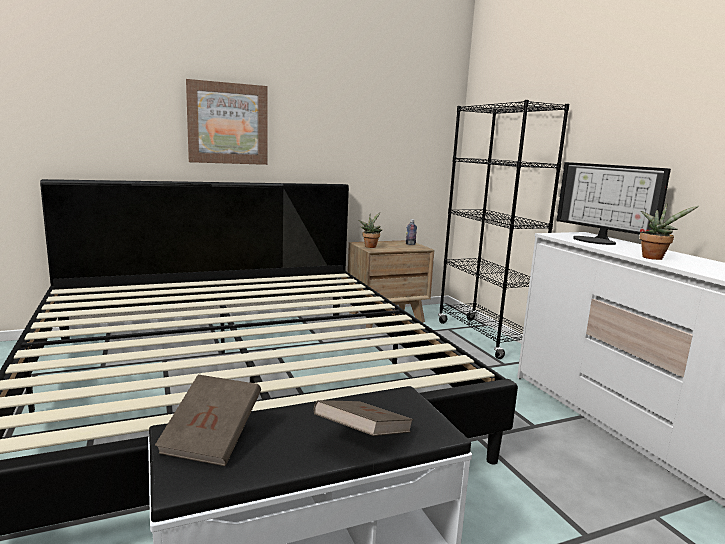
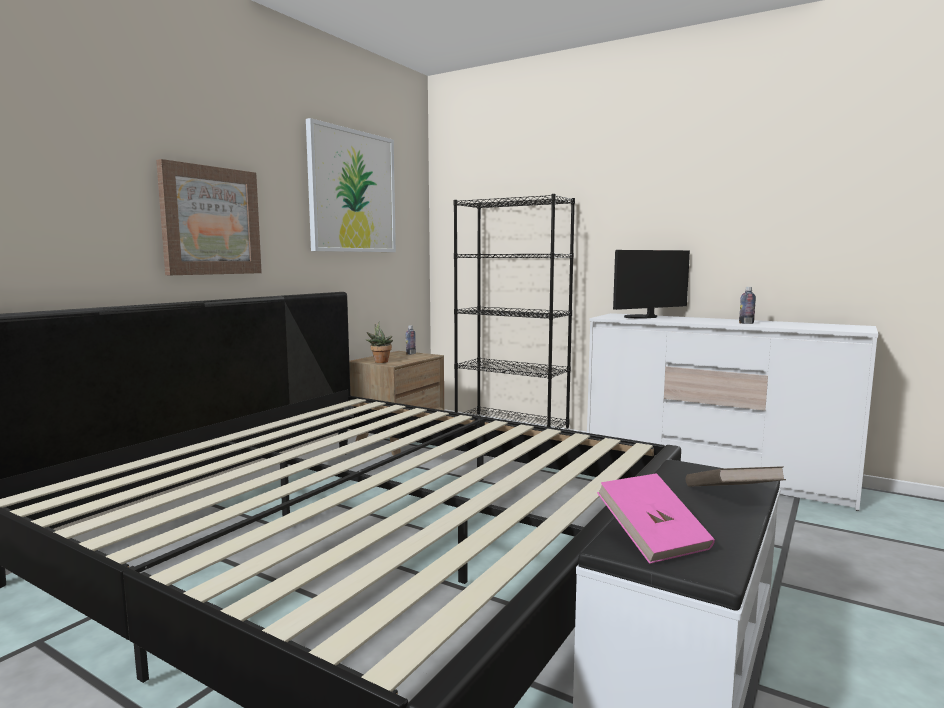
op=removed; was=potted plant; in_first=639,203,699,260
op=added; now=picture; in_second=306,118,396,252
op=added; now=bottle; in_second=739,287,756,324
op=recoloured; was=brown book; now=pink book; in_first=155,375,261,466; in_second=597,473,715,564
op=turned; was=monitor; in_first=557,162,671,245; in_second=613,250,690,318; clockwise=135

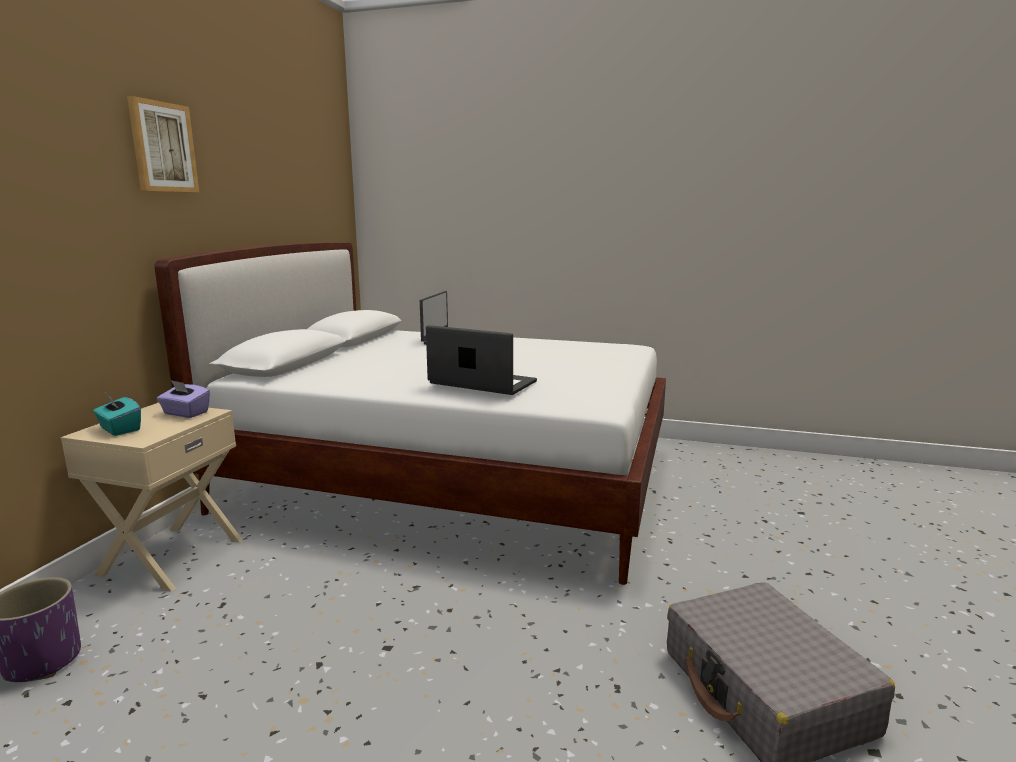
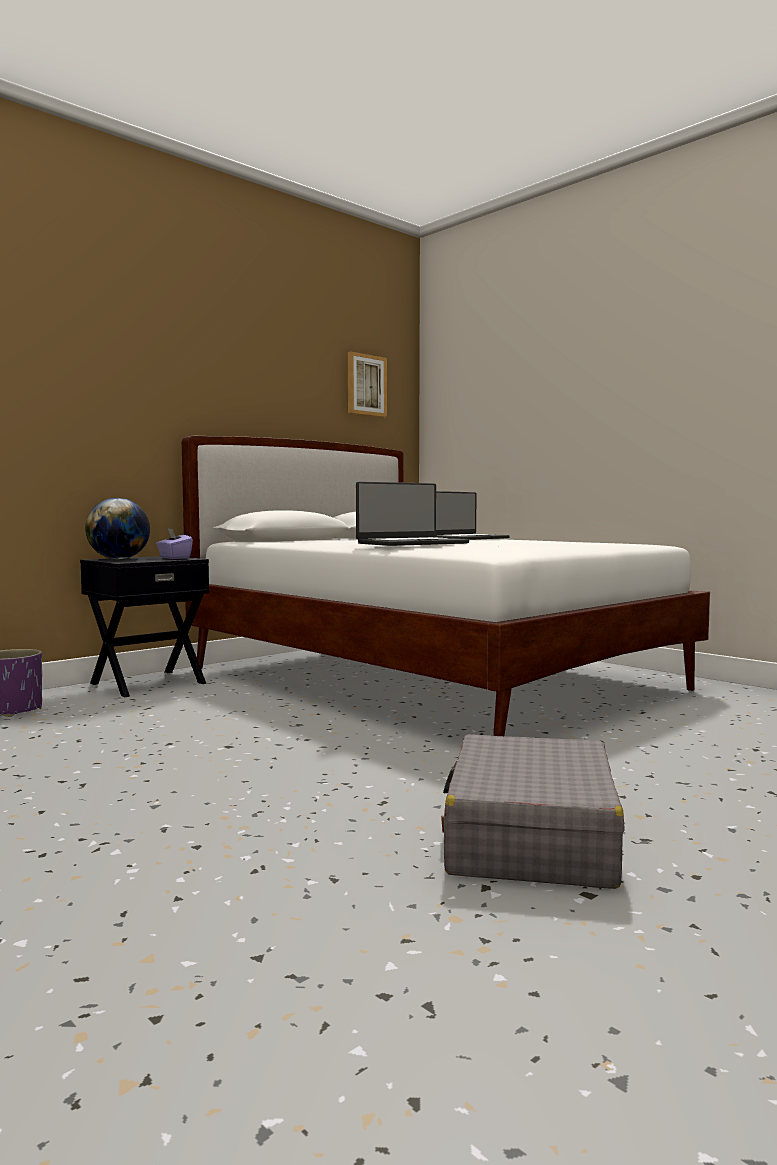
op=moved; was=picture; in_first=127,96,199,192; in_second=348,352,387,417
op=replaced; was=turquoise tissue box; now=globe; in_first=93,395,141,436; in_second=85,498,150,559
op=recoloured; was=beige nightstand; now=black nightstand; in_first=61,402,243,592; in_second=80,556,209,697
op=turned; was=laptop; in_first=426,325,537,395; in_second=356,482,469,546; clockwise=90

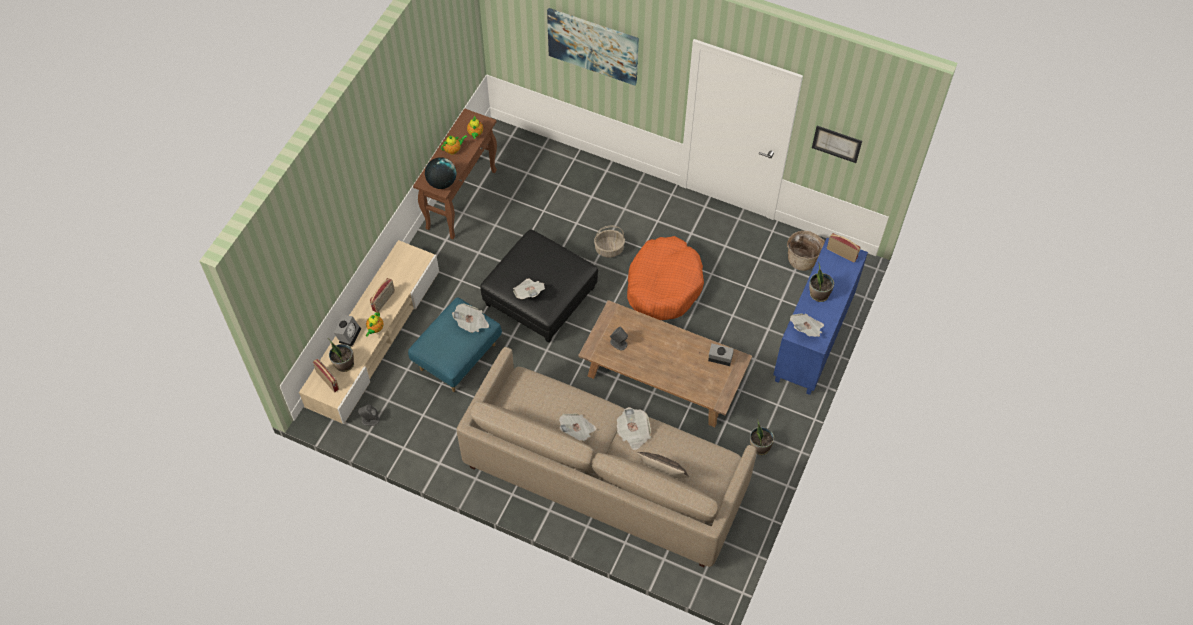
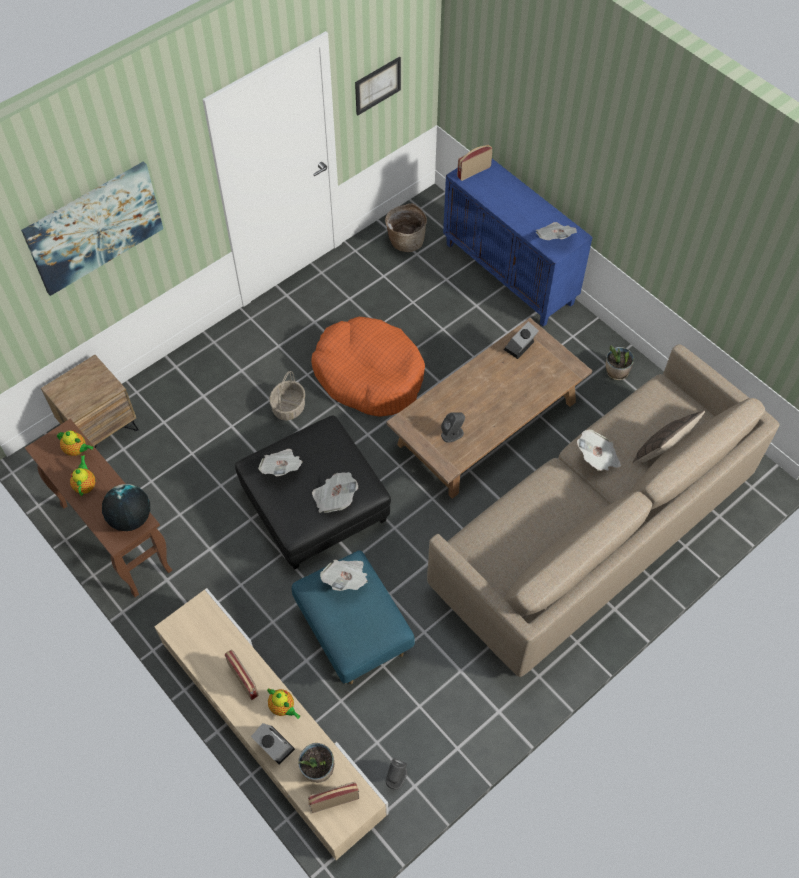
op=removed; was=potted plant; in_first=809,262,834,302
op=added; now=brown nightstand; in_second=41,355,139,448
op=moved; was=newspaper; in_first=559,414,596,441; in_second=258,449,303,476

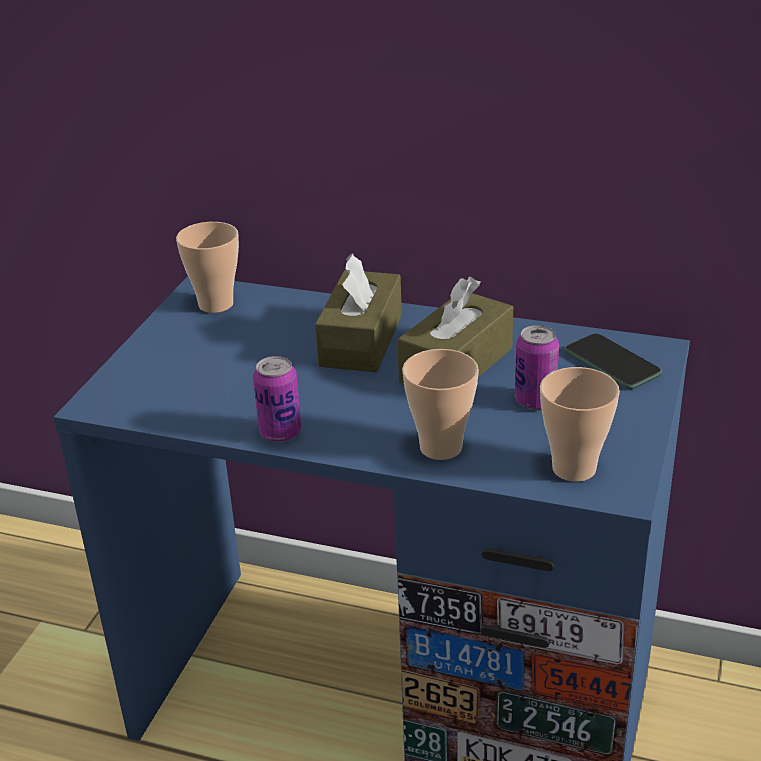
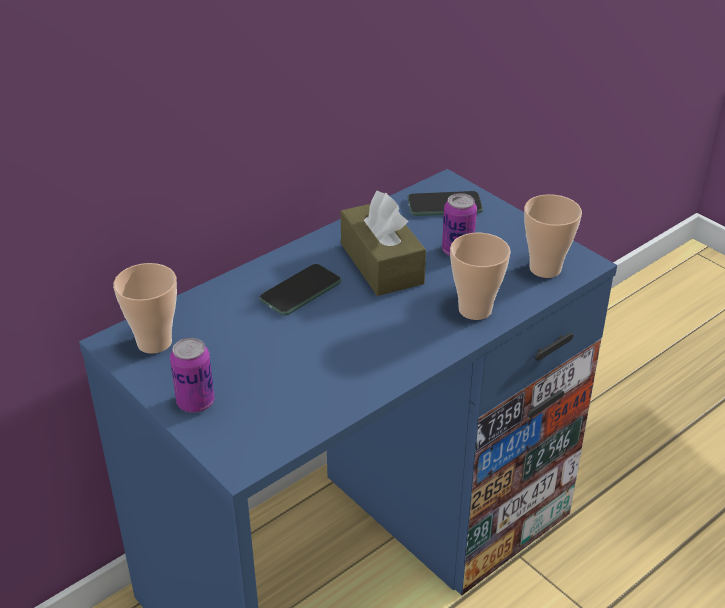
op=moved; was=can; in_first=253,356,301,442; in_second=170,338,215,413
op=replaced; was=brown tissue box; now=phone; in_first=315,254,402,372; in_second=259,264,341,316

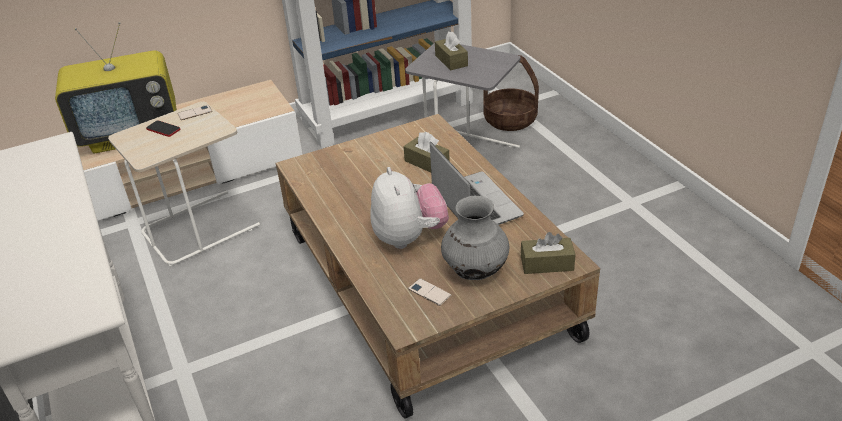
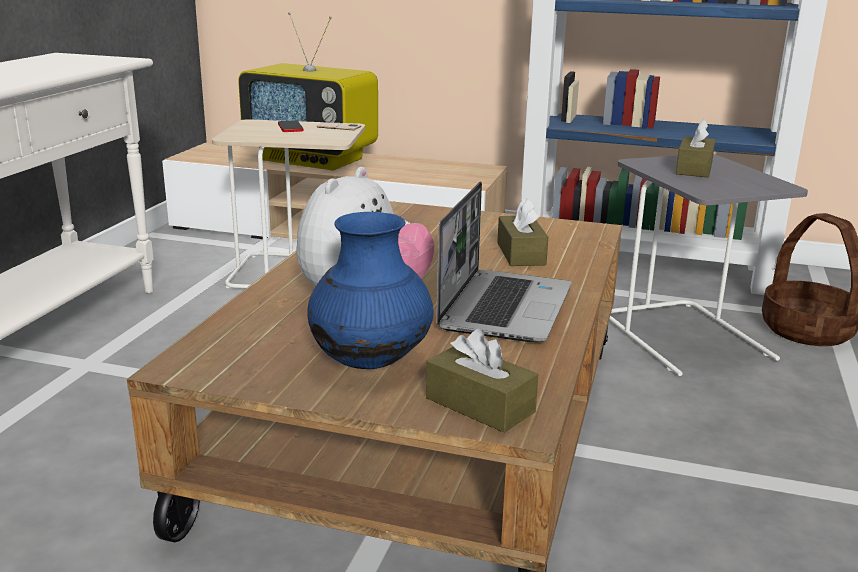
op=removed; was=phone; in_first=408,278,452,306
op=recoloured; was=grey vase; now=blue vase; in_first=441,196,509,280; in_second=307,212,434,369

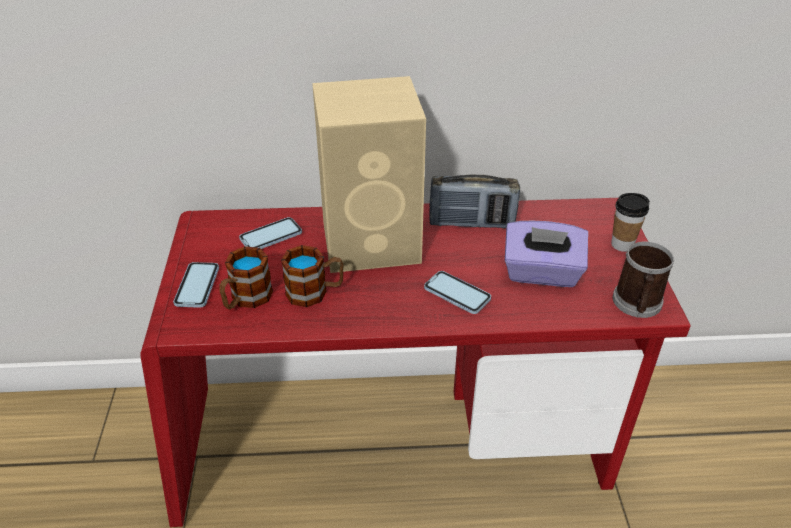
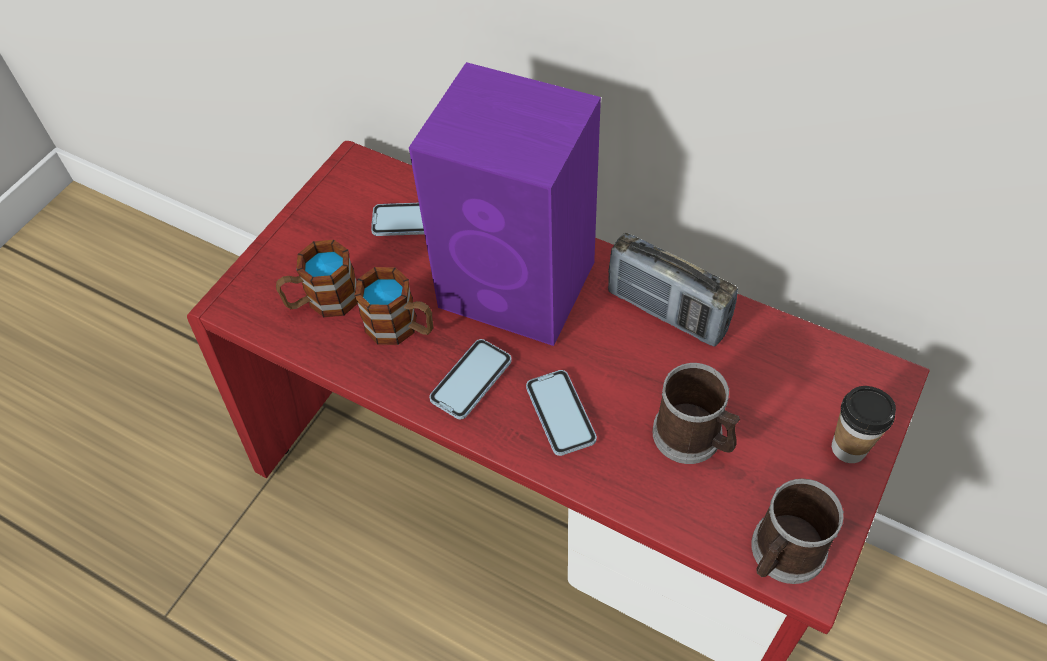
op=moved; was=phone; in_first=173,262,219,308; in_second=429,339,512,419
op=replaced; was=purple tissue box; now=mug; in_first=505,221,588,287; in_second=652,363,740,464
op=recoloured; was=beige speaker; now=purple speaker; in_first=312,76,426,273; in_second=409,62,601,346

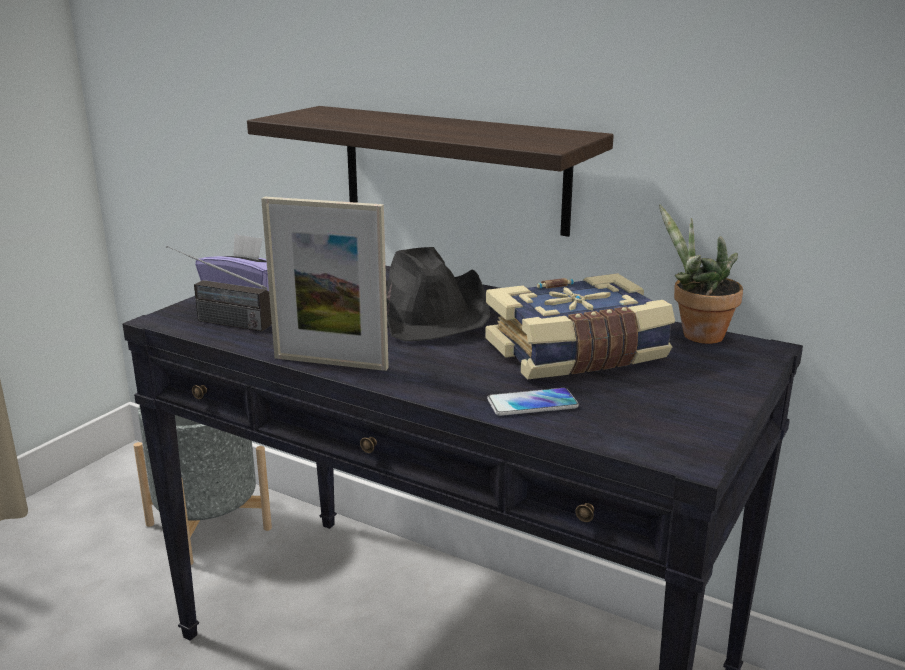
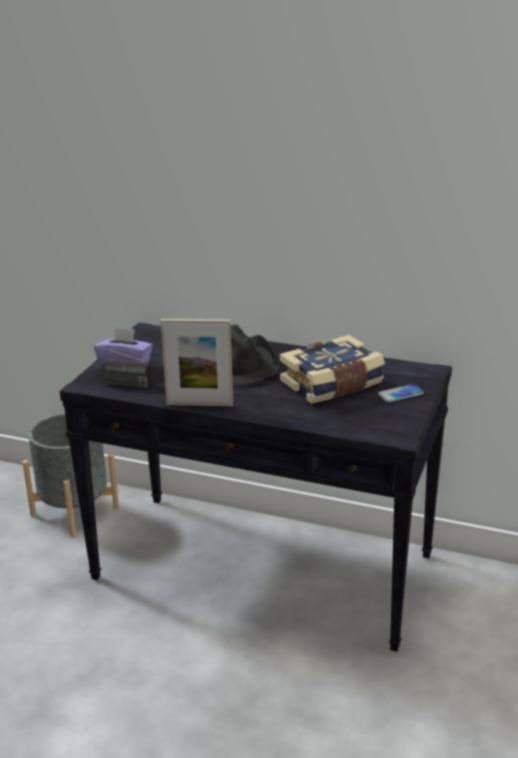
op=removed; was=shelf; in_first=247,106,614,237
op=removed; was=potted plant; in_first=659,204,743,344
op=moved; was=phone; in_first=487,388,579,416; in_second=378,384,424,402

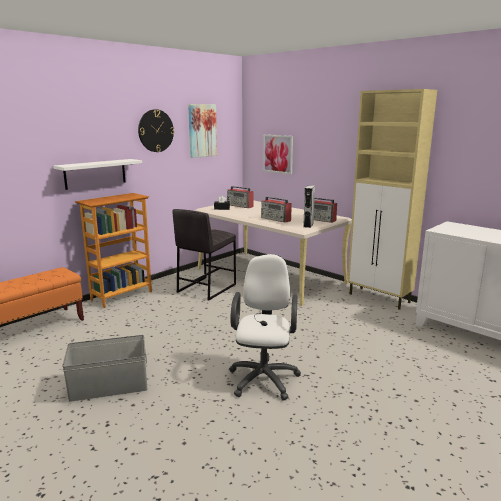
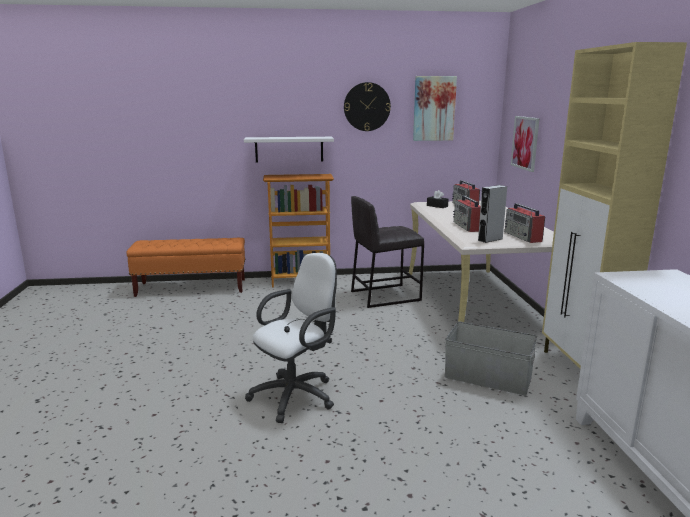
op=moved; was=grey storage box; in_first=62,335,147,402; in_second=445,321,537,396

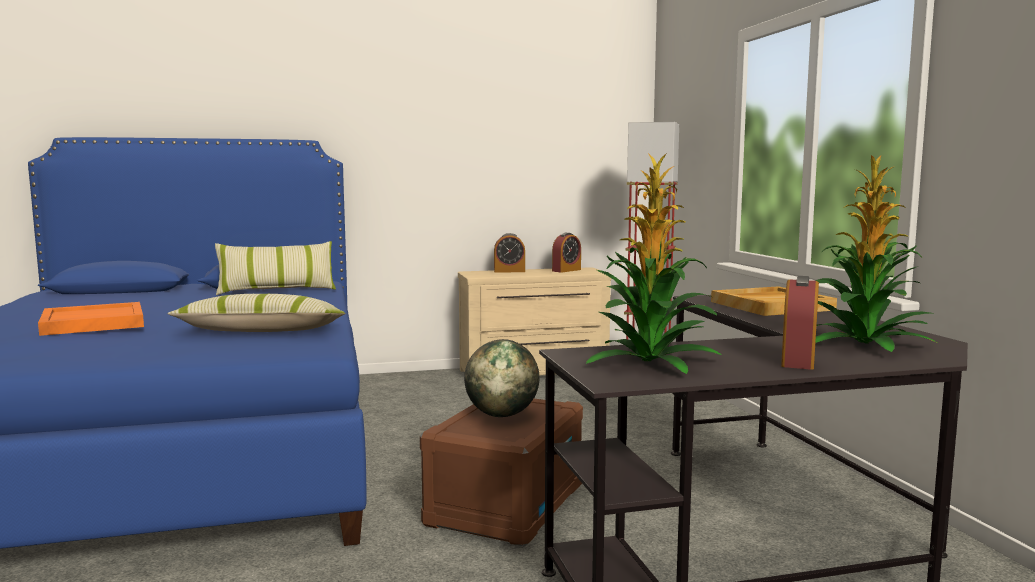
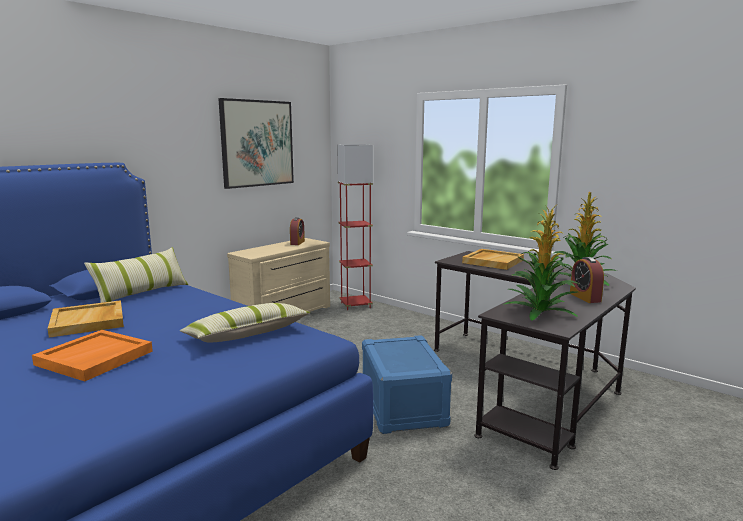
op=removed; was=globe; in_first=464,339,540,417
op=removed; was=alarm clock; in_first=494,233,525,272
op=added; now=beige tray; in_second=47,300,124,338
op=added; now=picture; in_second=218,98,294,189
op=recoloured; was=brown storage box; now=blue storage box; in_first=420,399,583,547; in_second=362,335,452,434

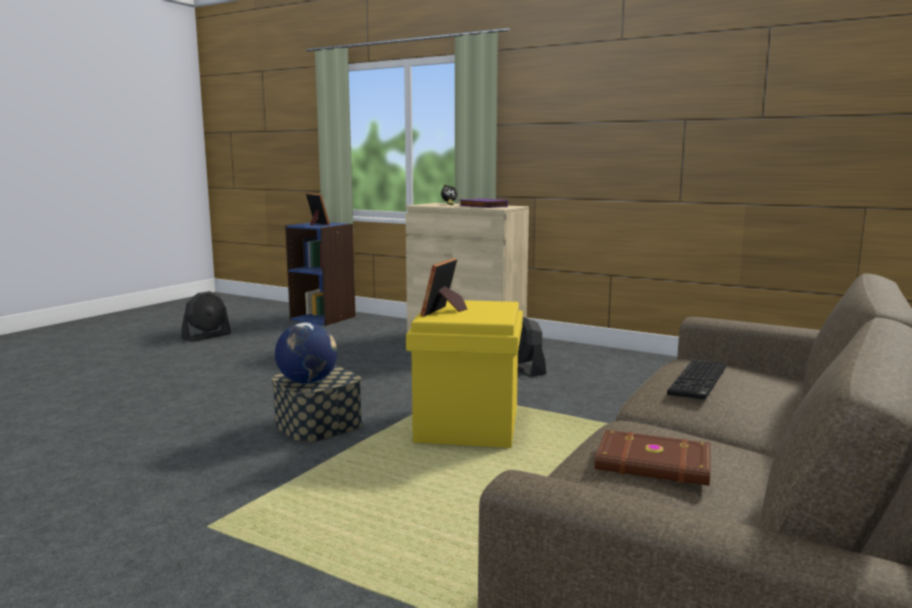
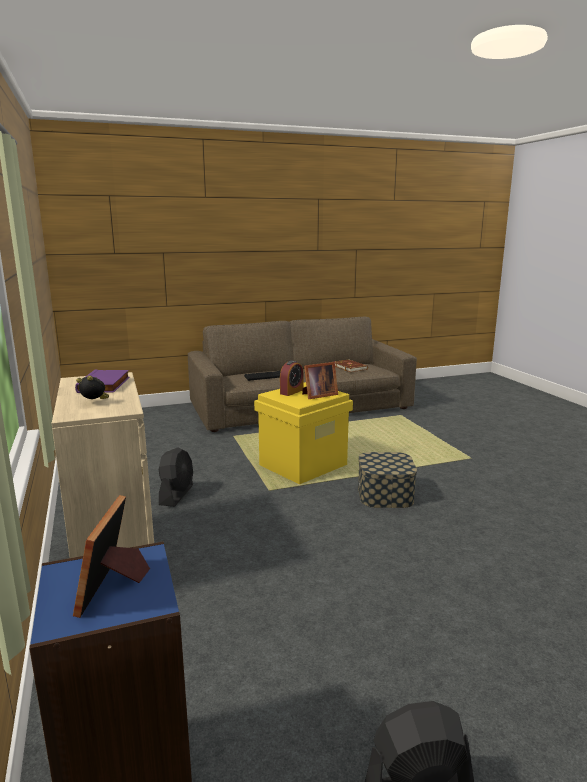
op=removed; was=globe; in_first=275,322,337,384
op=added; now=alarm clock; in_second=280,360,304,396

